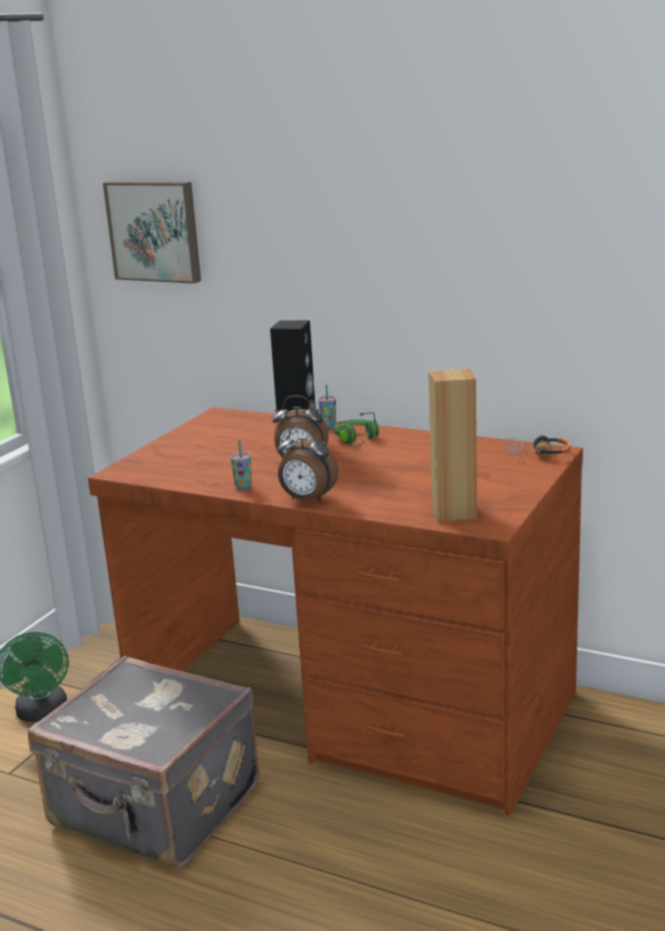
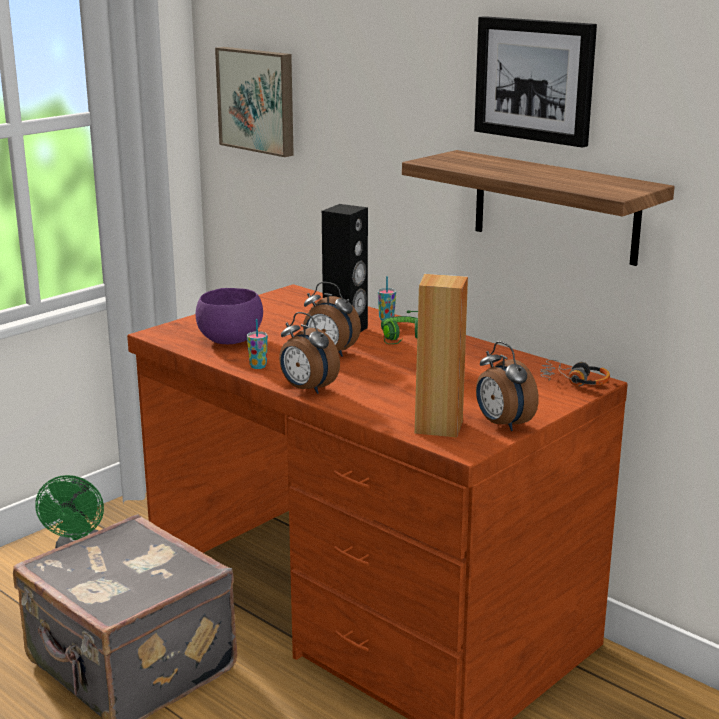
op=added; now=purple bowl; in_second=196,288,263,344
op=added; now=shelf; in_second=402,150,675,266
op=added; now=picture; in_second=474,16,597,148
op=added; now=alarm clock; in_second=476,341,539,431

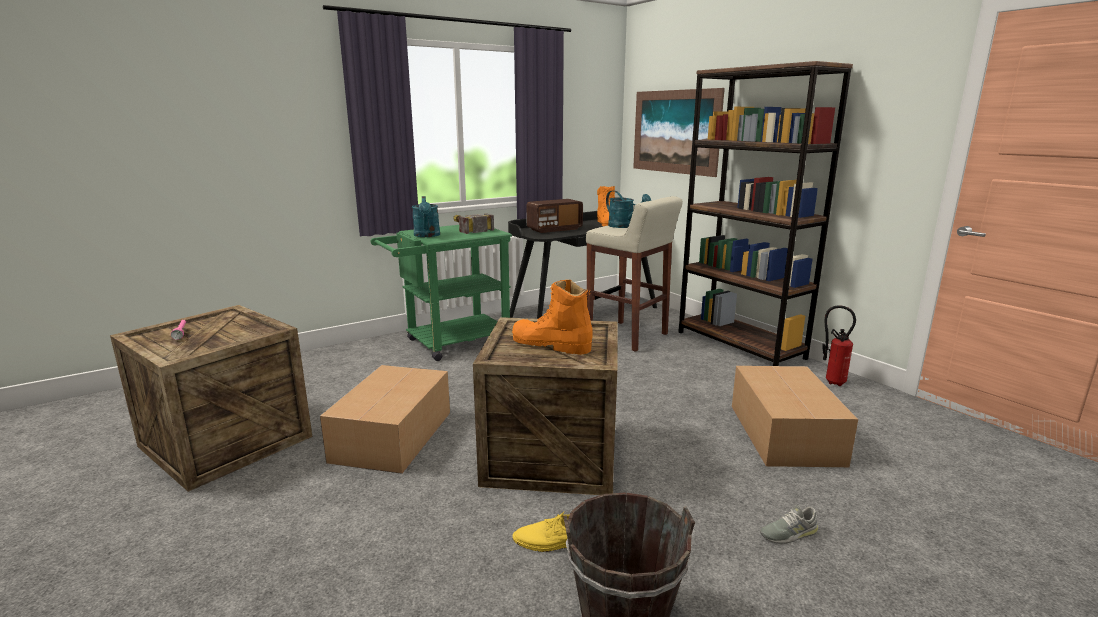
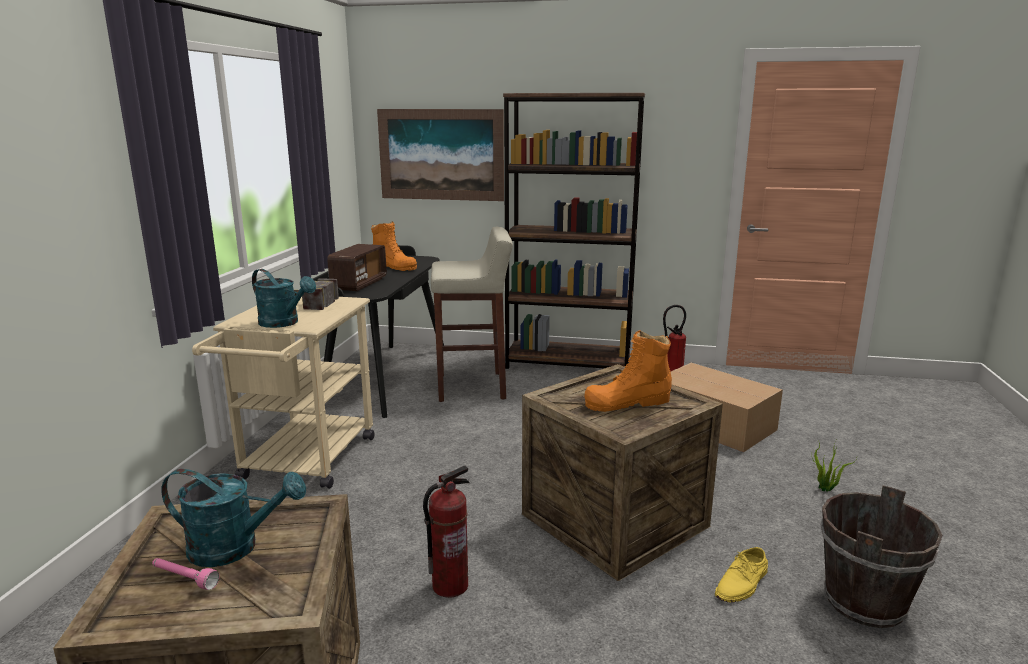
op=moved; was=turquoise watering can; in_first=606,191,651,228; in_second=161,469,306,567
op=replaced; was=cardboard box; now=fire extinguisher; in_first=320,365,450,474; in_second=423,466,470,598
op=replaced; was=grey shoe; now=potted plant; in_first=760,505,818,544; in_second=812,438,857,492
op=recoloured; was=green cart; now=beige cart; in_first=370,225,512,361; in_second=192,297,374,489

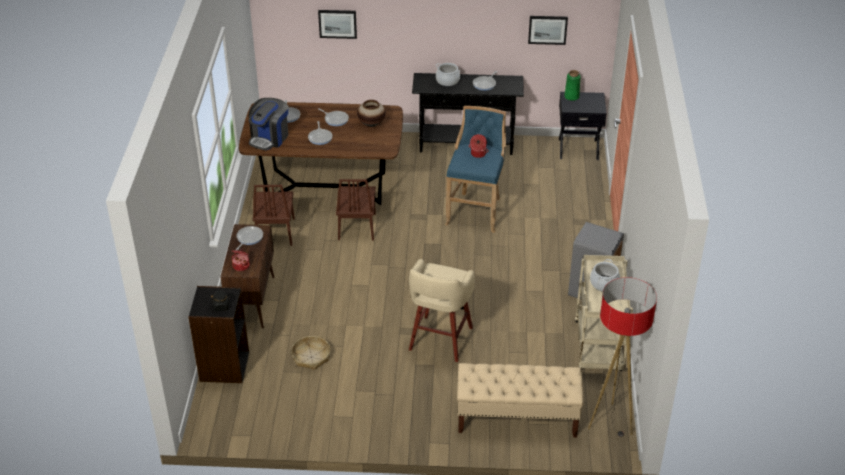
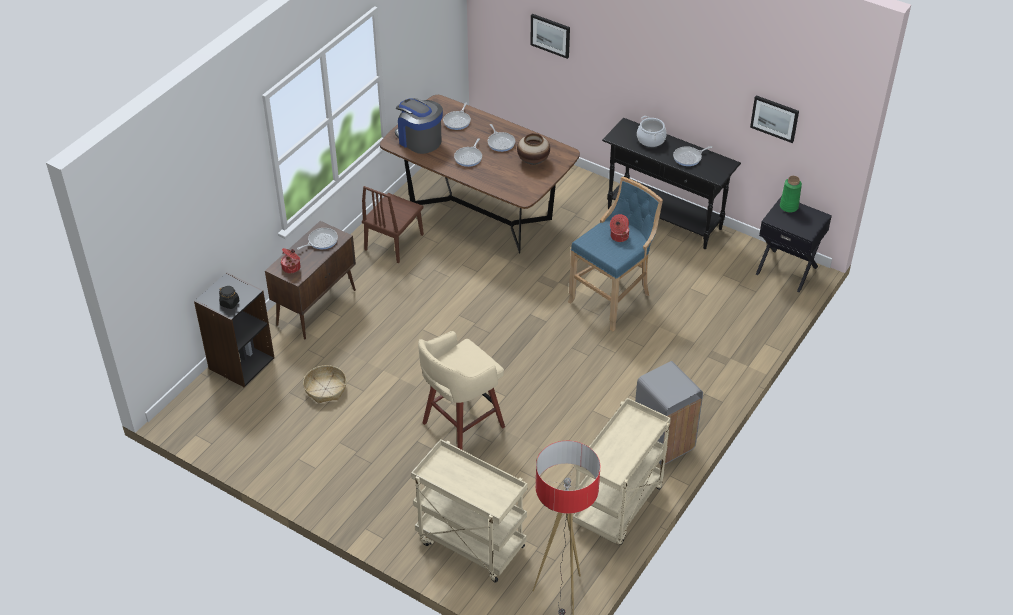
op=removed; was=brown chair; in_first=336,179,376,241
op=removed; was=cooking pot; in_first=590,259,620,291
op=replaced; was=beige bench; now=beige cart; in_first=457,363,584,437; in_second=411,439,527,583
op=turned; was=coffee machine; in_first=249,98,288,150; in_second=395,98,443,154; clockwise=75

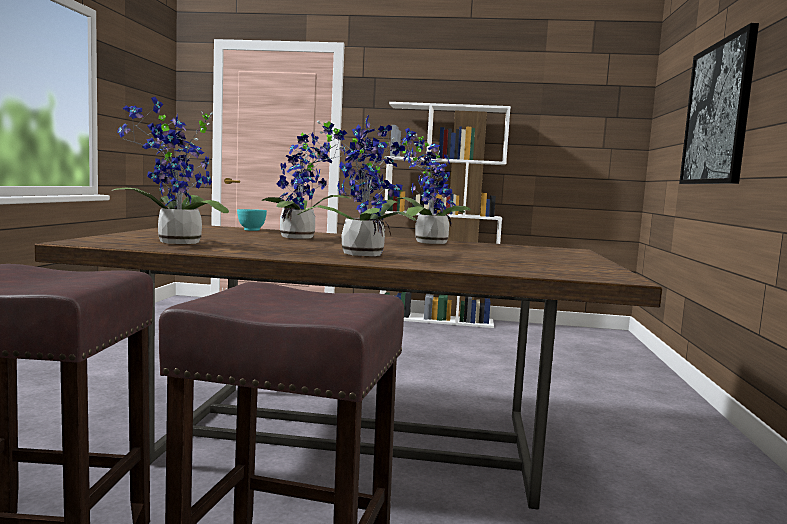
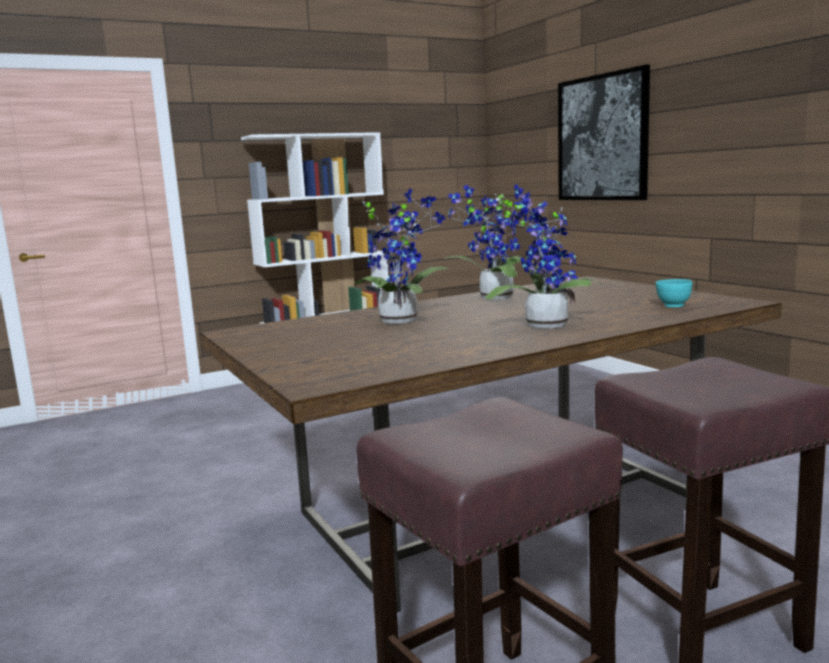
op=removed; was=potted plant; in_first=111,97,229,244
op=moved; was=turquoise bowl; in_first=237,209,267,231; in_second=656,279,692,308

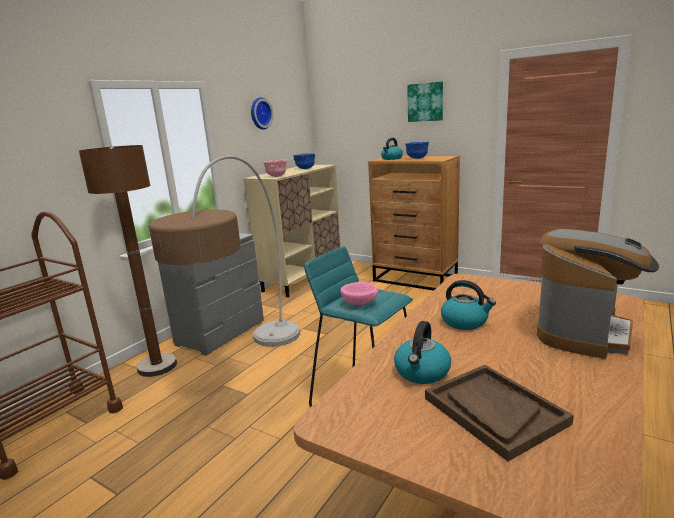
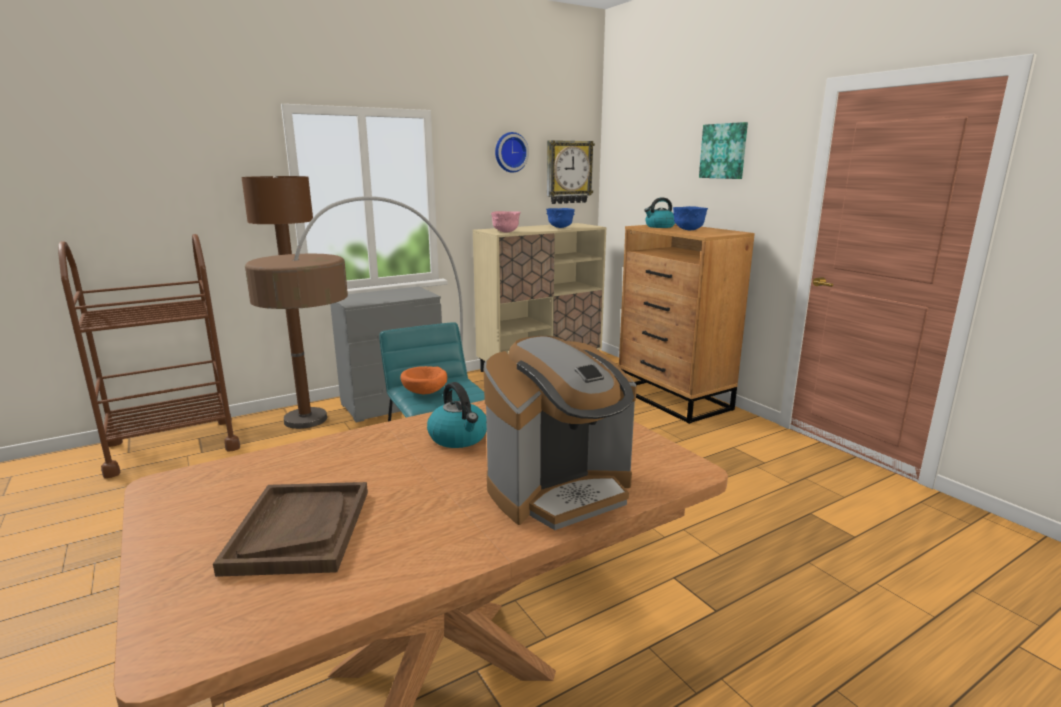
op=removed; was=kettle; in_first=394,321,451,384
op=added; now=wall clock; in_second=547,140,595,204
op=recoloured; was=pink bowl; now=orange bowl; in_first=340,281,378,305; in_second=401,366,447,394

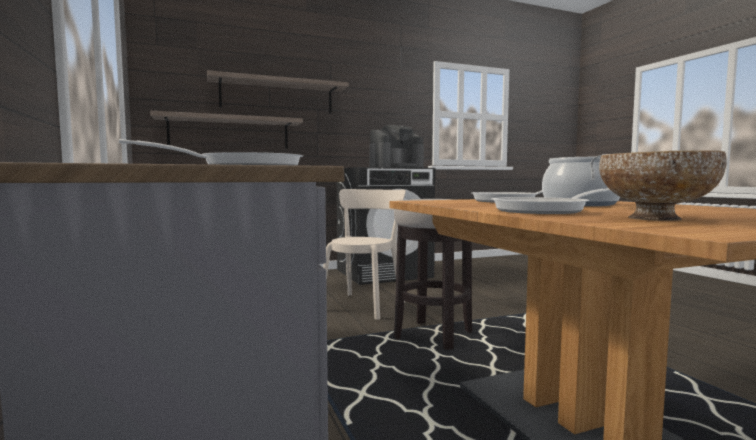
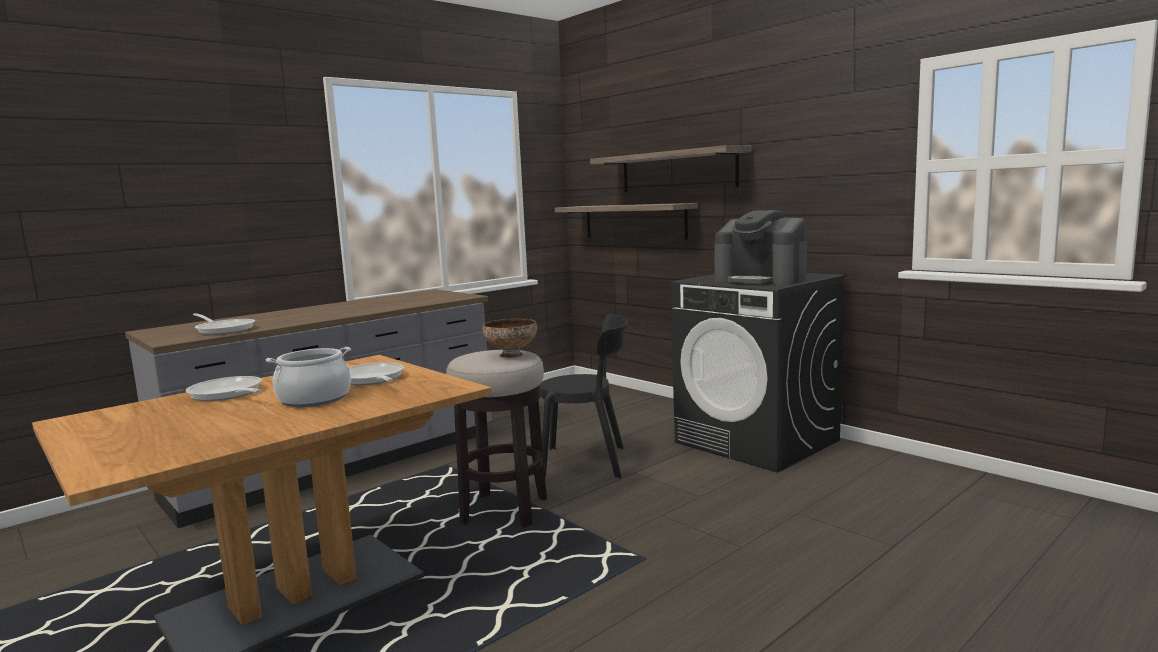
op=moved; was=bowl; in_first=599,150,727,221; in_second=483,319,537,358
op=recoloured; was=beige chair; now=black chair; in_first=323,189,406,320; in_second=540,314,628,478

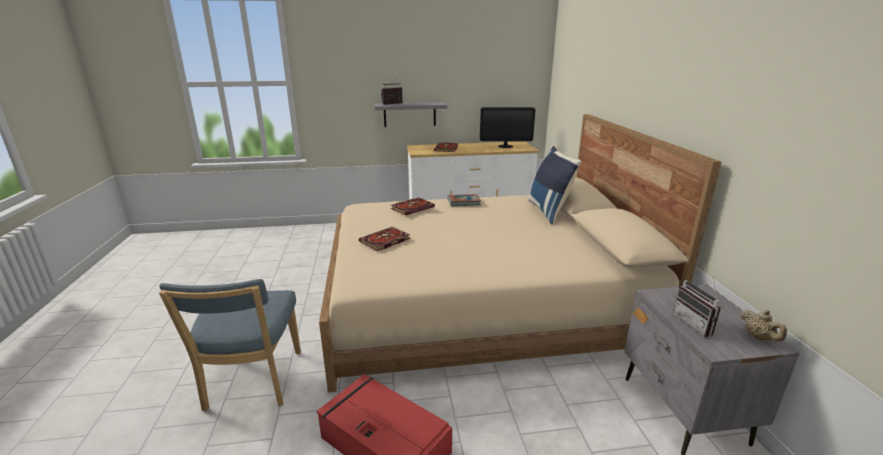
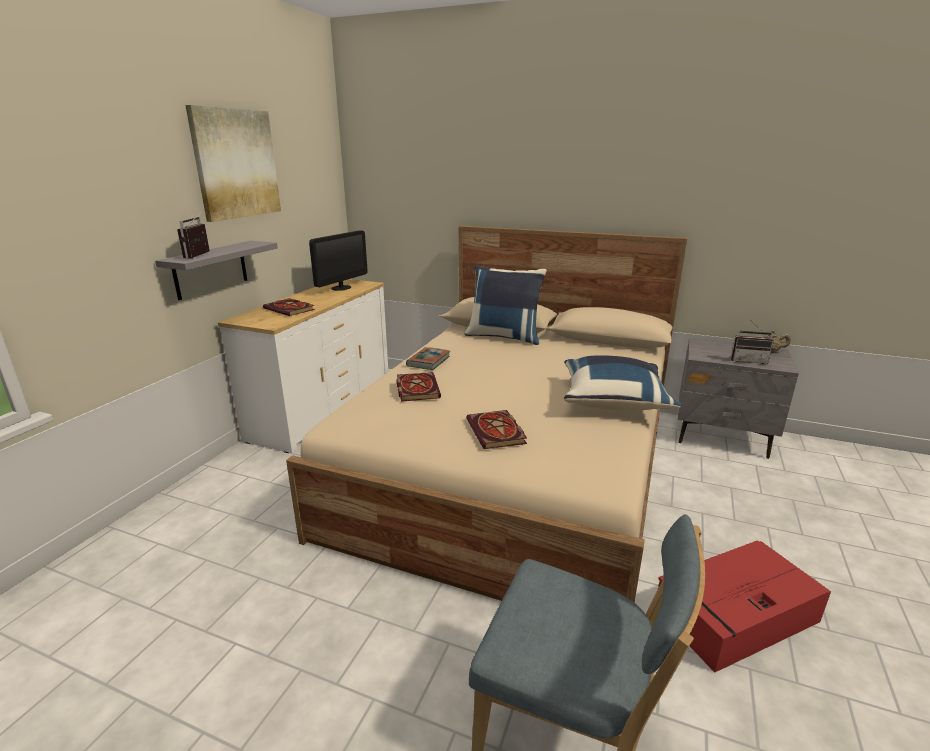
op=added; now=picture; in_second=185,105,281,222
op=added; now=blue pillow; in_second=564,355,681,410

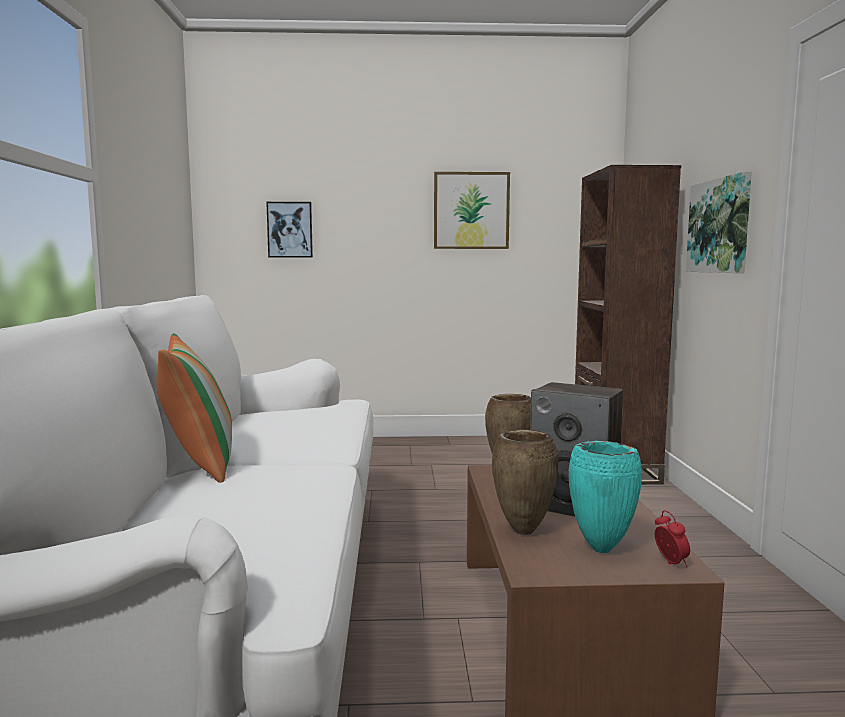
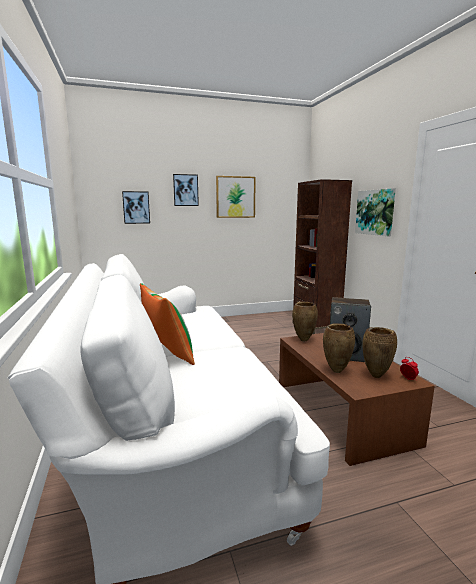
op=added; now=picture; in_second=173,174,199,206
op=recoloured; was=turquoise vase; now=brown vase; in_first=569,441,642,553; in_second=362,327,397,378

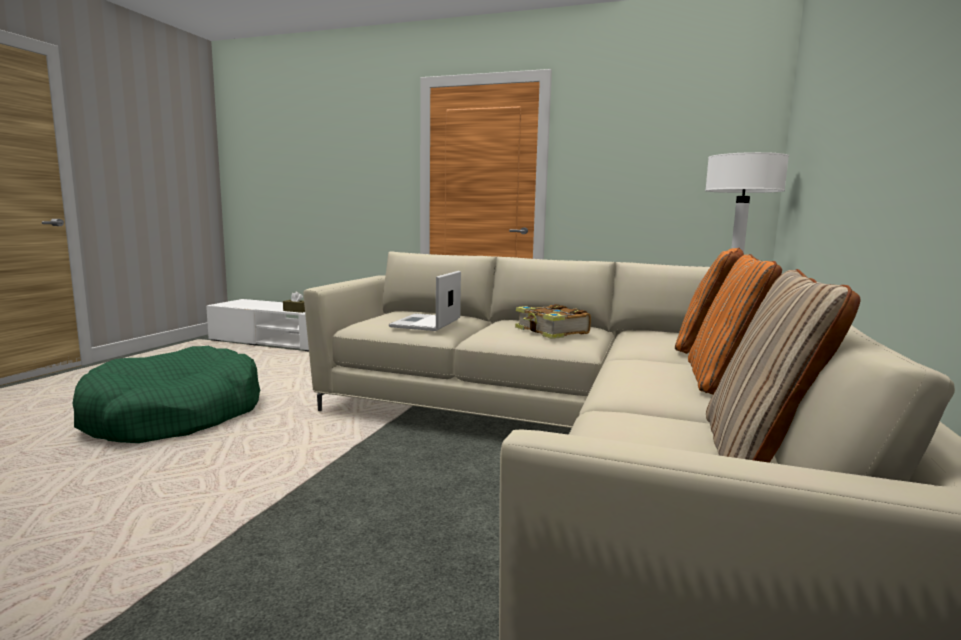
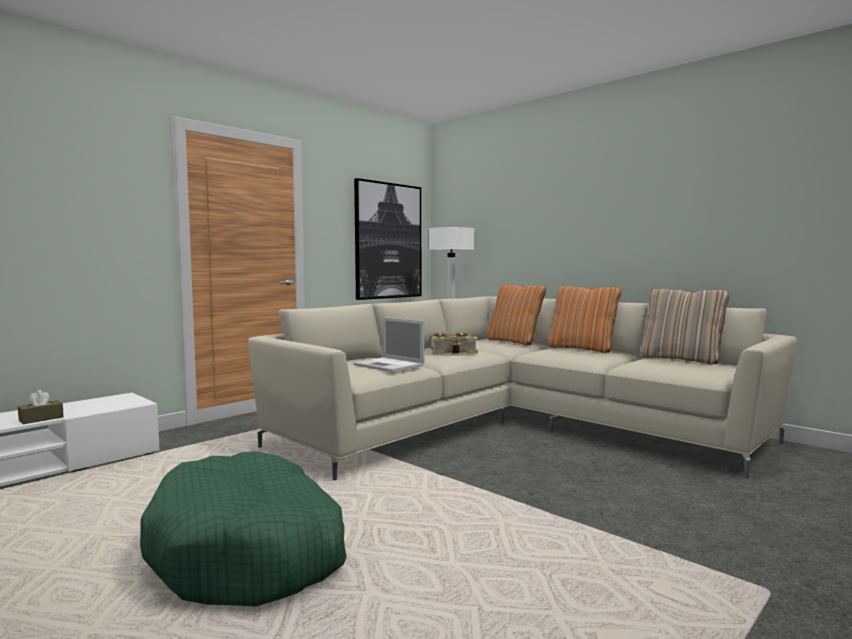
op=added; now=picture; in_second=354,178,421,300

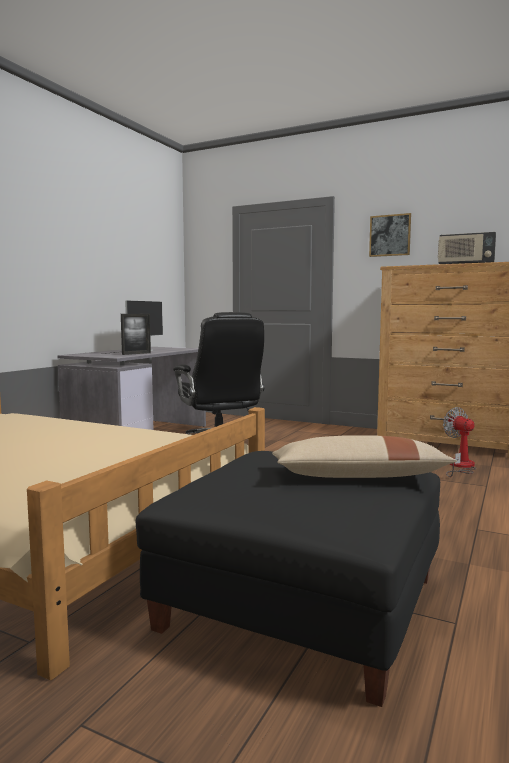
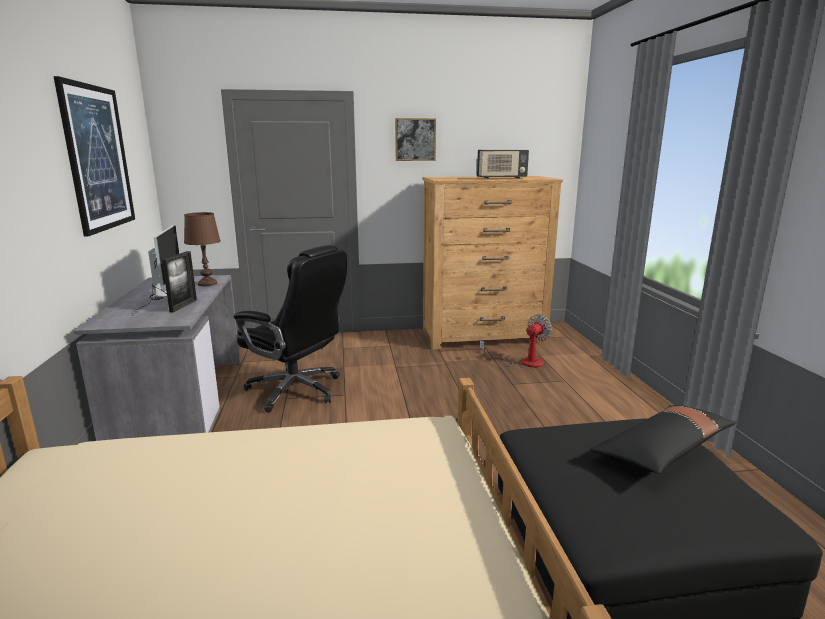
op=added; now=picture; in_second=53,76,135,237
op=added; now=brown table lamp; in_second=184,212,221,286
op=recoloured; was=beige pillow; now=black pillow; in_first=272,435,457,478; in_second=590,405,736,474
op=turned; was=fan; in_first=443,407,477,477; in_second=480,314,552,368; clockwise=105

